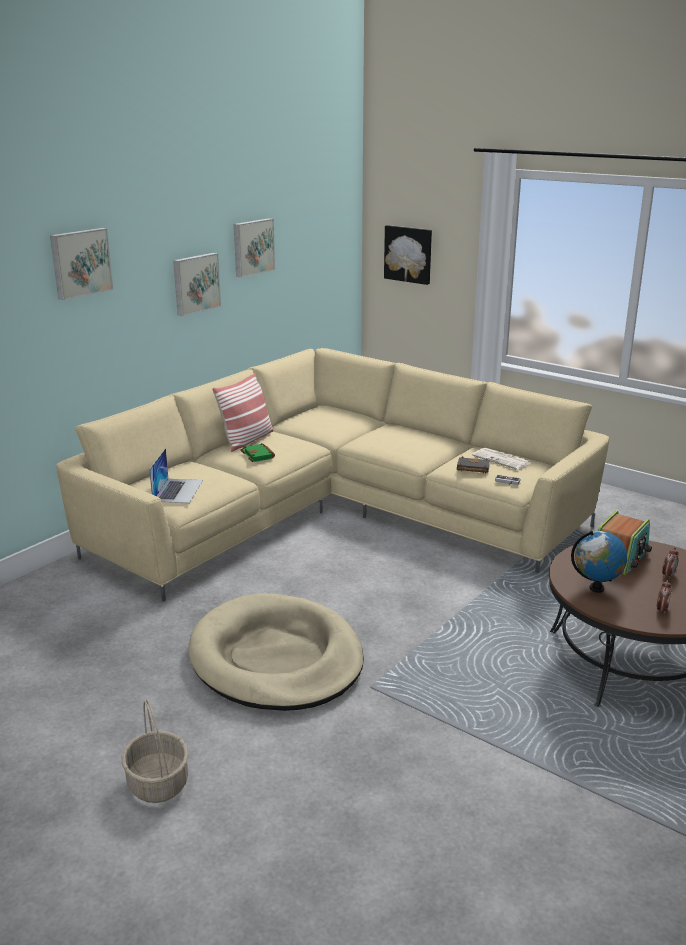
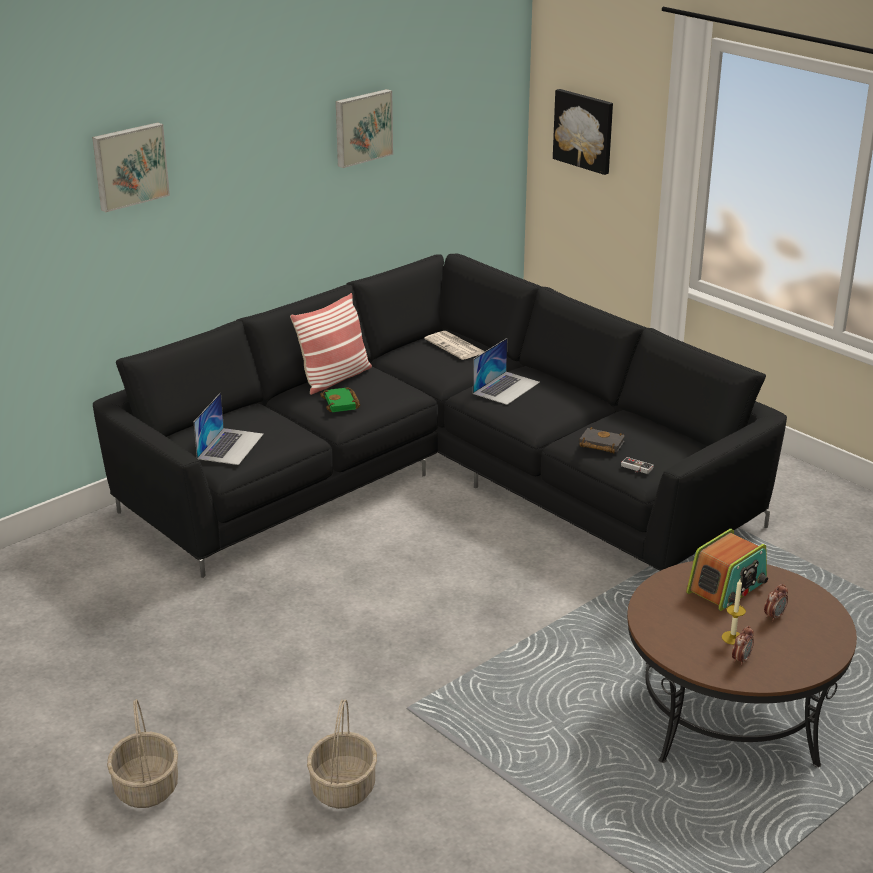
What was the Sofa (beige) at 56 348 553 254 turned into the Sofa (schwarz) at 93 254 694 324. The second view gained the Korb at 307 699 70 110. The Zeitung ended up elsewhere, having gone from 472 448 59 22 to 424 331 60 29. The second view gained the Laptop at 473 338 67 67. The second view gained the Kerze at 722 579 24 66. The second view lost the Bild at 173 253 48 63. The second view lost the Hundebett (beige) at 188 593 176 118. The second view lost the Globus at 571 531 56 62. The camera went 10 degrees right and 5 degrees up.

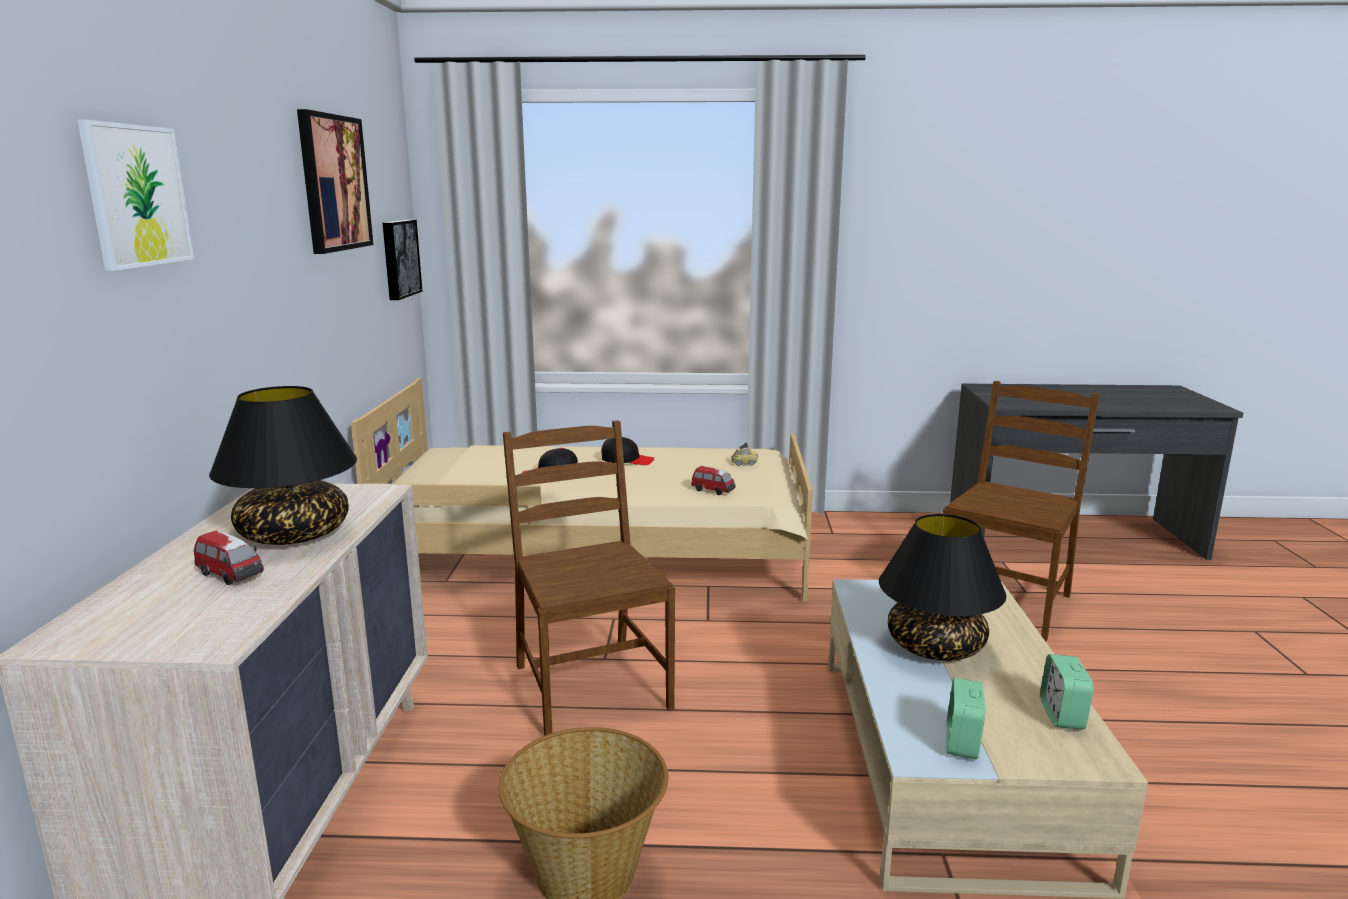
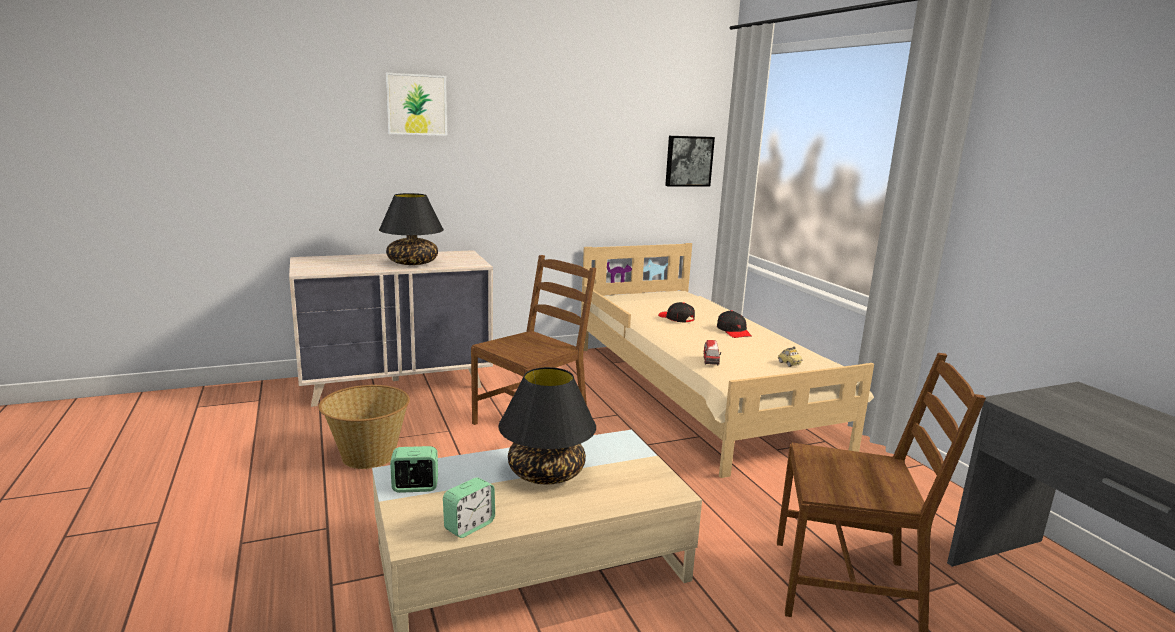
The Wecker at 1040 654 54 76 ended up facing another way, 150 degrees clockwise from before. The second view lost the Spielzeugauto at 194 530 70 55. The second view lost the Bild at 297 109 76 145. The camera went 65 degrees right and 0 degrees up.

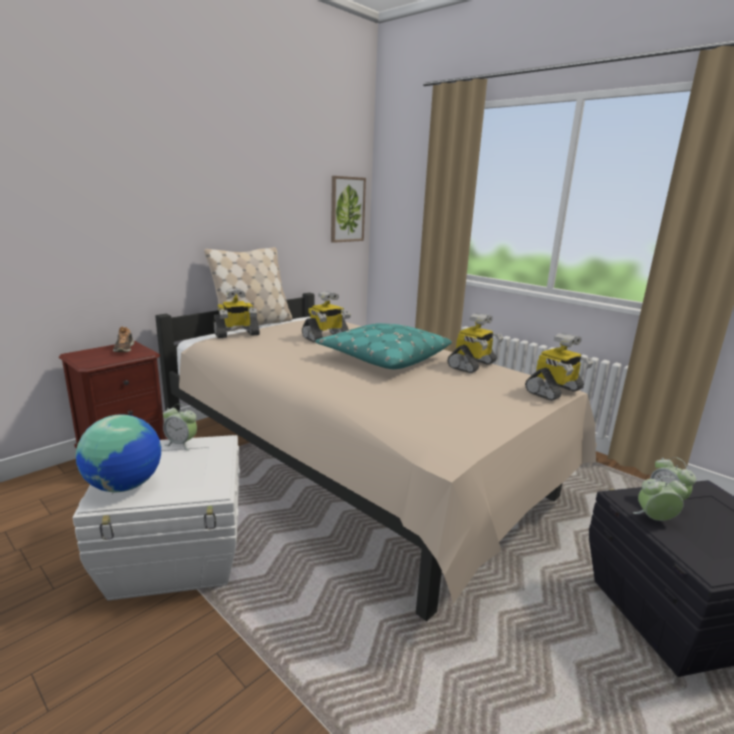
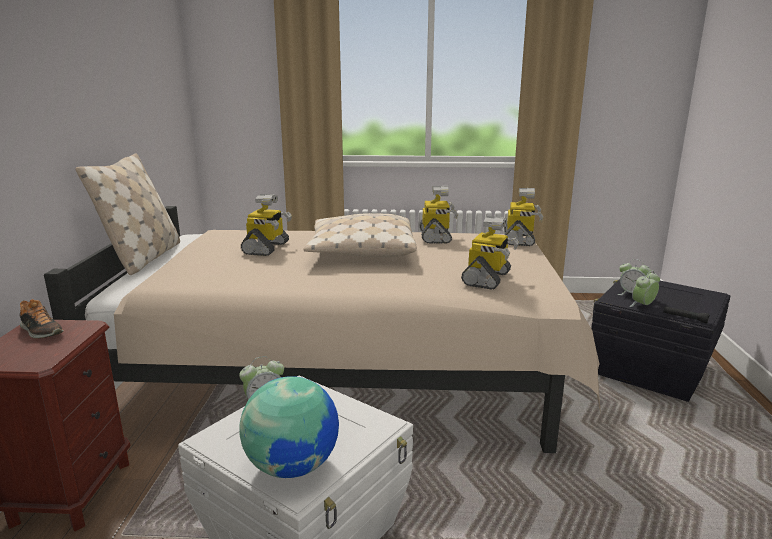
What was the Kissen (türkis) at 315 323 137 46 turned into the Kissen (beige) at 303 213 114 44. The Spielzeugroboter ended up elsewhere, having gone from 214 288 46 50 to 461 216 58 74. The second view gained the Taschenlampe (schwarz) at 663 306 47 17. The second view lost the Bild at 331 176 35 67. The camera went 40 degrees left and 0 degrees up.

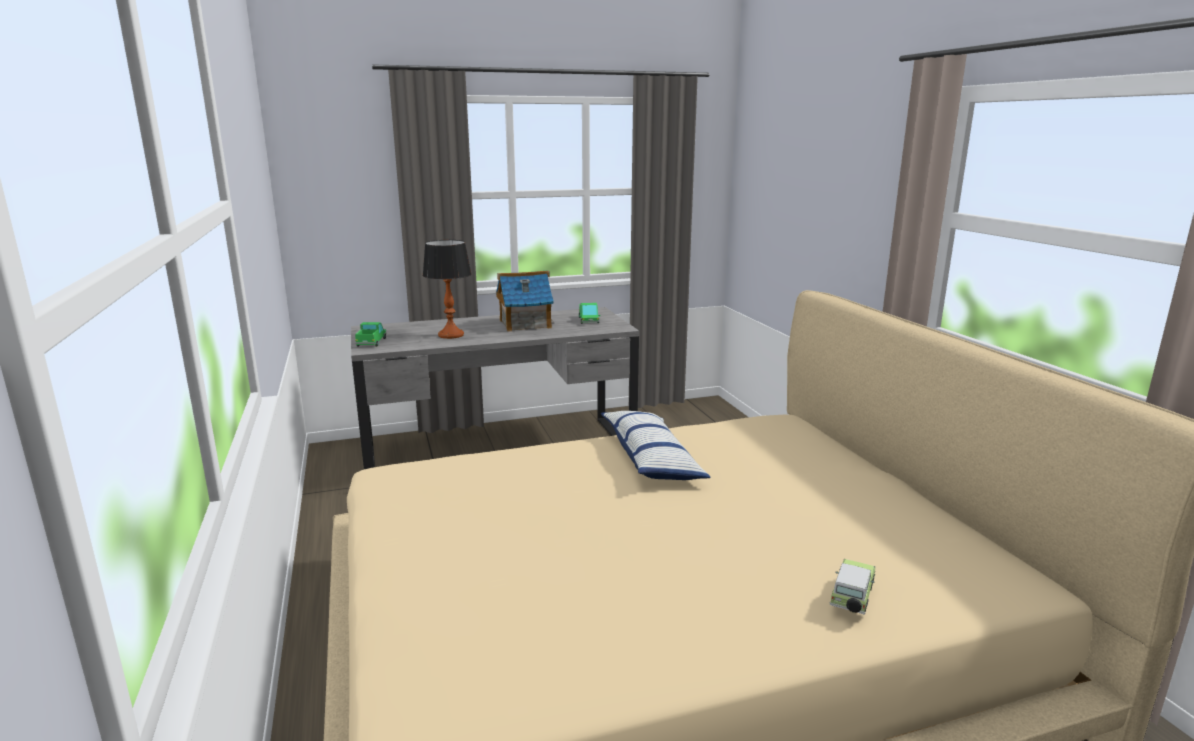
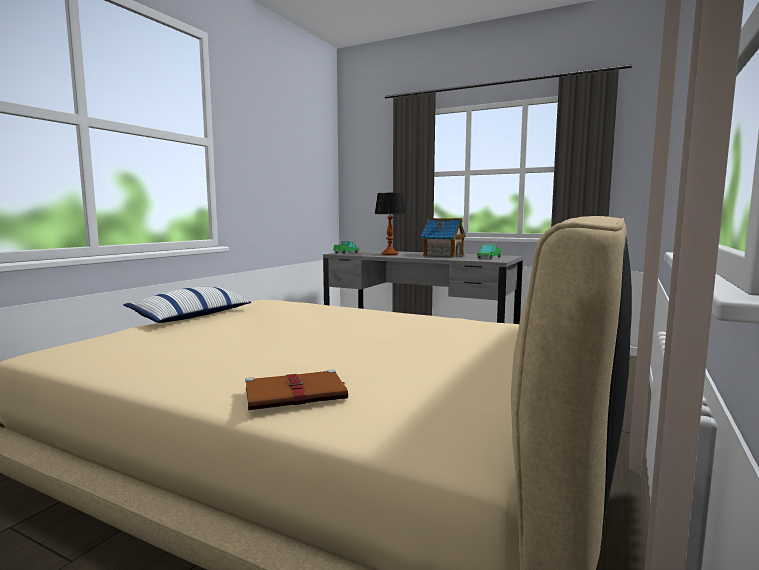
The Kissen ended up elsewhere, having gone from 601 411 110 69 to 123 287 128 36. Where the Spielzeugauto stood at 829 559 46 56, the Buch (braun) came to stand at 245 369 103 41. The camera went 45 degrees right and 10 degrees down.

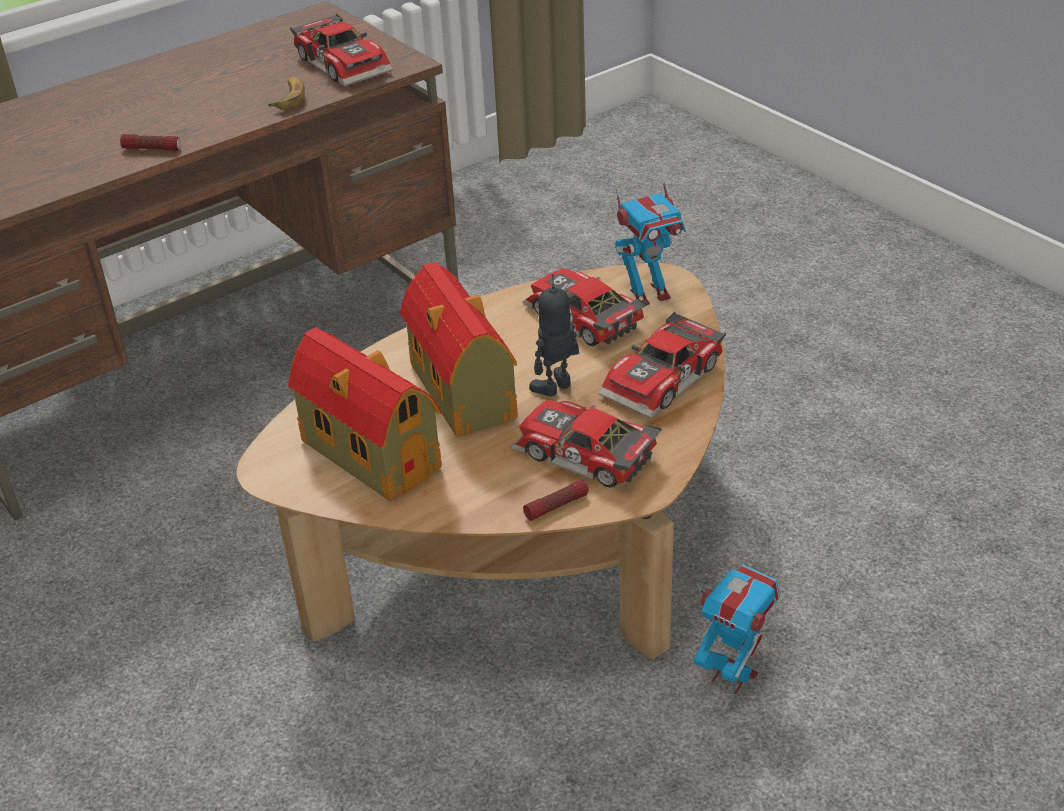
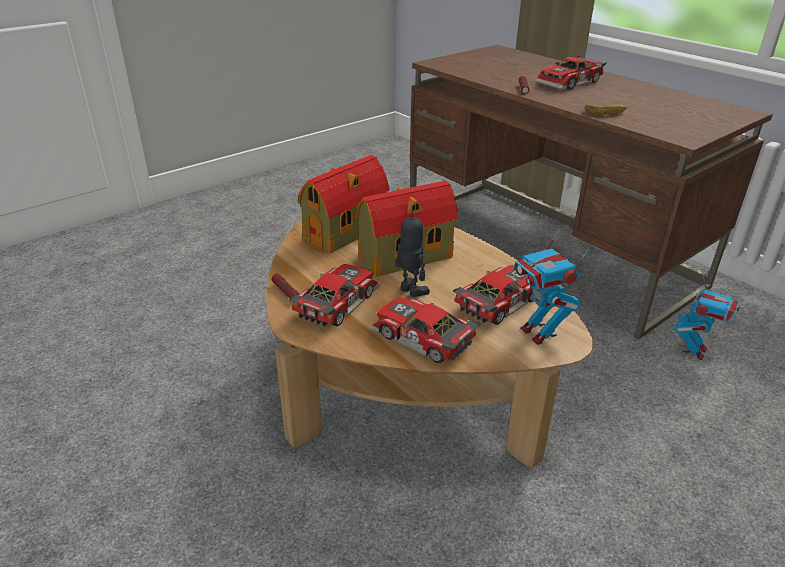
The Spielzeugauto ended up elsewhere, having gone from 290 13 103 73 to 535 56 72 34. The Spielzeugroboter ended up elsewhere, having gone from 694 564 86 130 to 674 274 66 86. The camera went 85 degrees right and 5 degrees down.

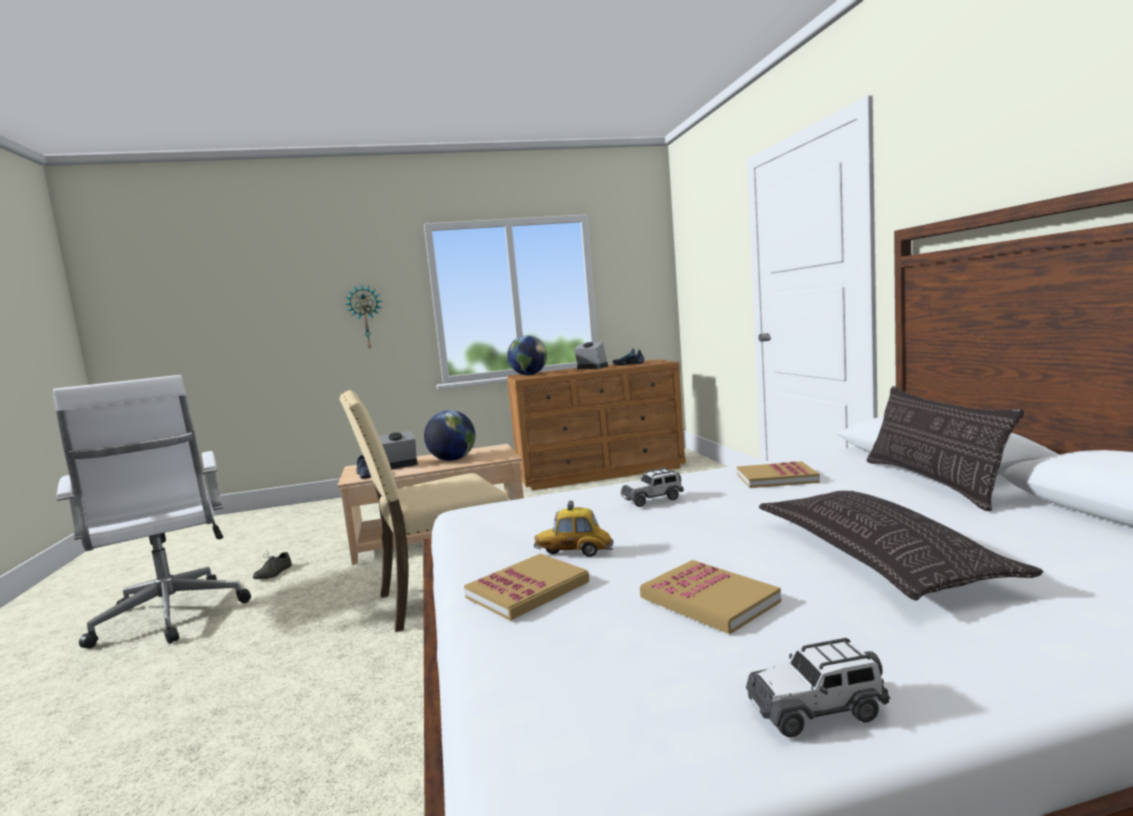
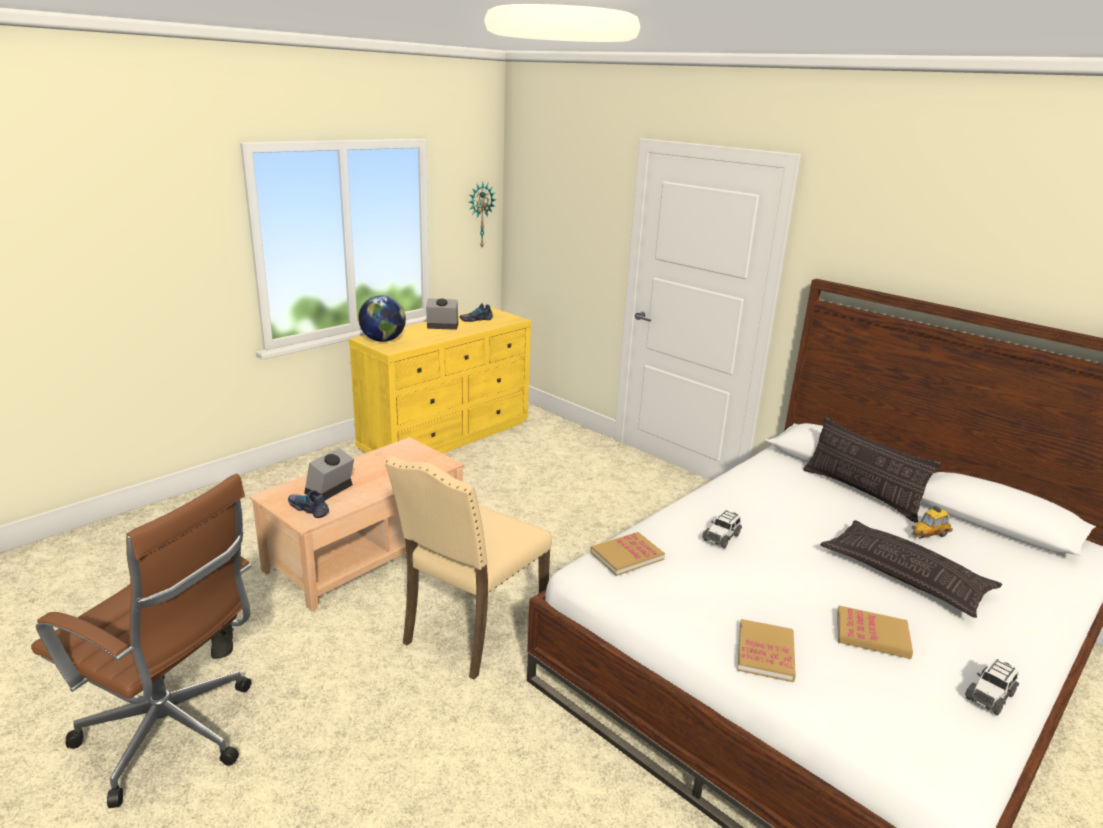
What was the Bürostuhl (weiß) at 52 375 199 273 turned into the Bürostuhl (braun) at 31 474 221 334. What was the Kommode (braun) at 507 359 179 131 turned into the Kommode (gelb) at 349 307 182 146. The Wanduhr ended up elsewhere, having gone from 345 284 37 64 to 469 182 27 65. The Buch ended up elsewhere, having gone from 737 461 83 27 to 590 532 75 44. The Spielzeugauto ended up elsewhere, having gone from 534 501 79 56 to 912 505 41 33. The second view lost the Globus at 424 410 51 51. The camera went 35 degrees left and 15 degrees up.

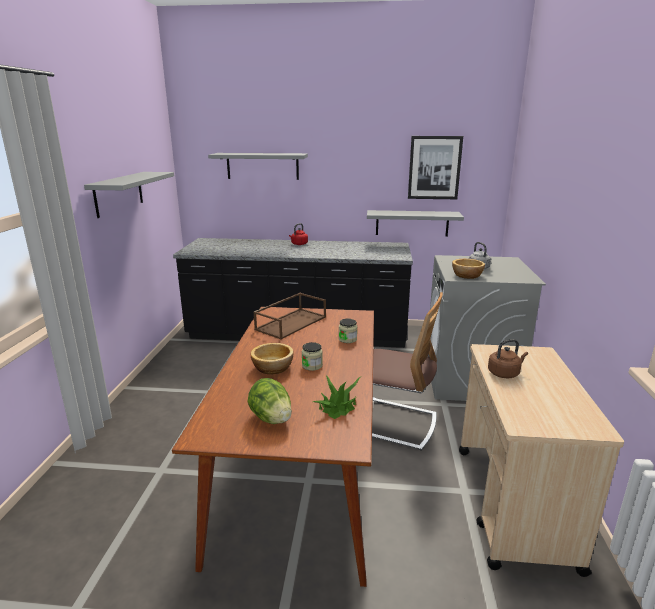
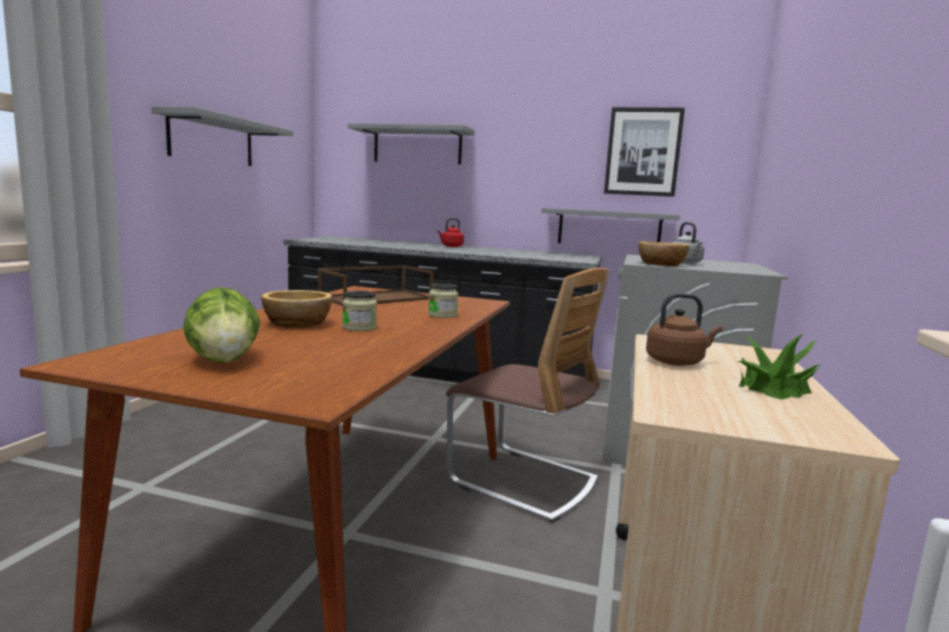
The Topfpflanze ended up elsewhere, having gone from 313 375 49 44 to 737 334 83 65. The camera went 10 degrees right and 10 degrees down.

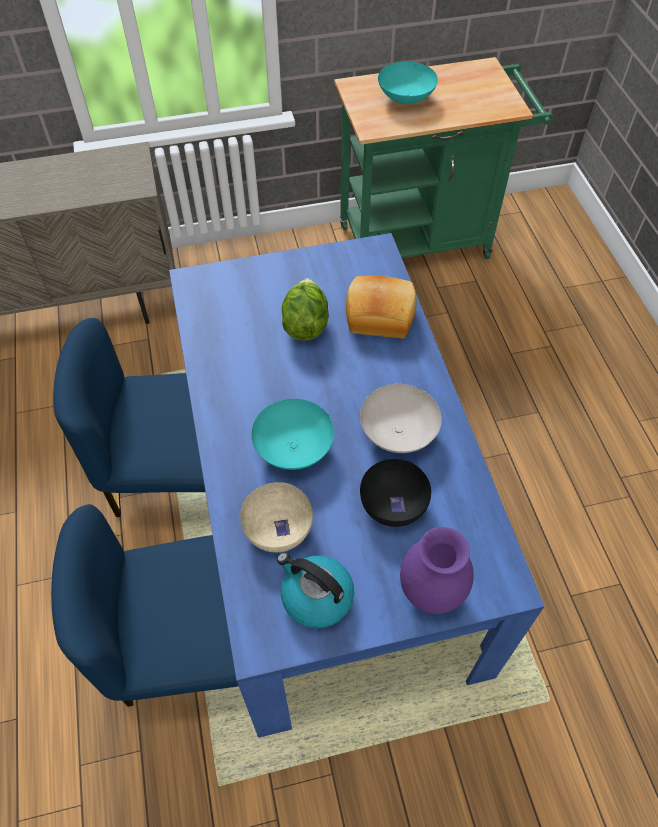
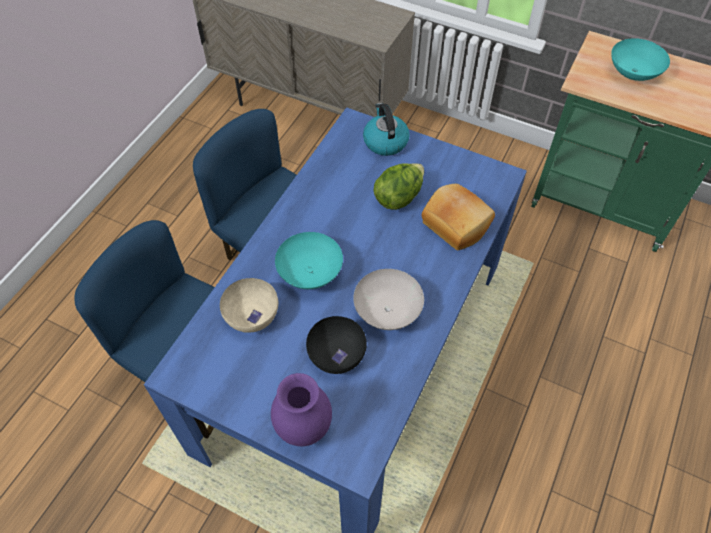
The Wasserkessel ended up elsewhere, having gone from 277 552 77 76 to 363 103 47 53. The camera went 40 degrees right and 0 degrees up.

